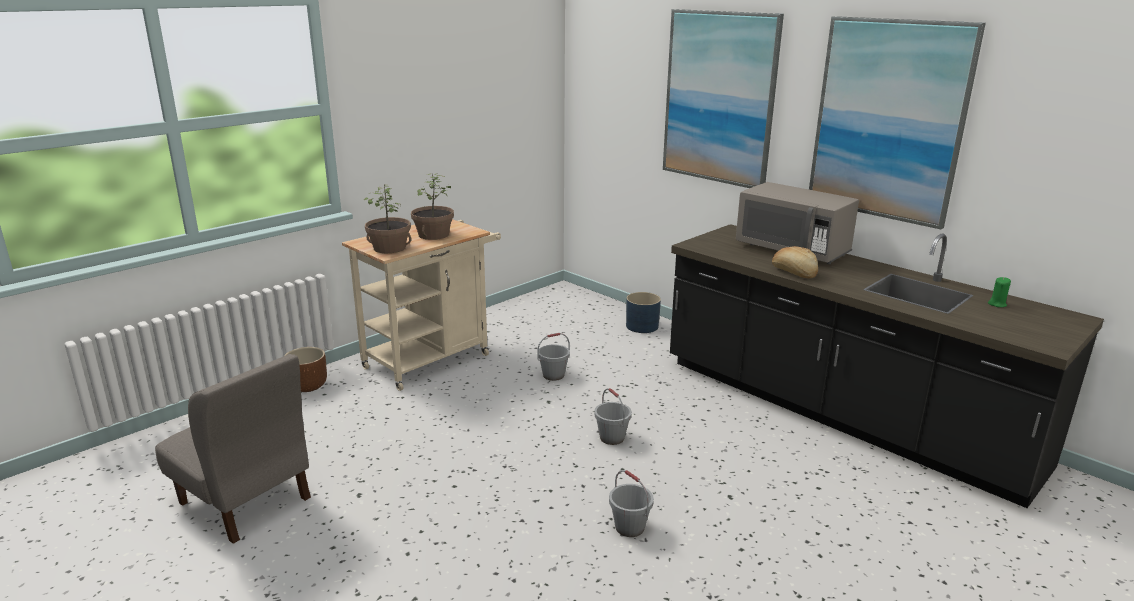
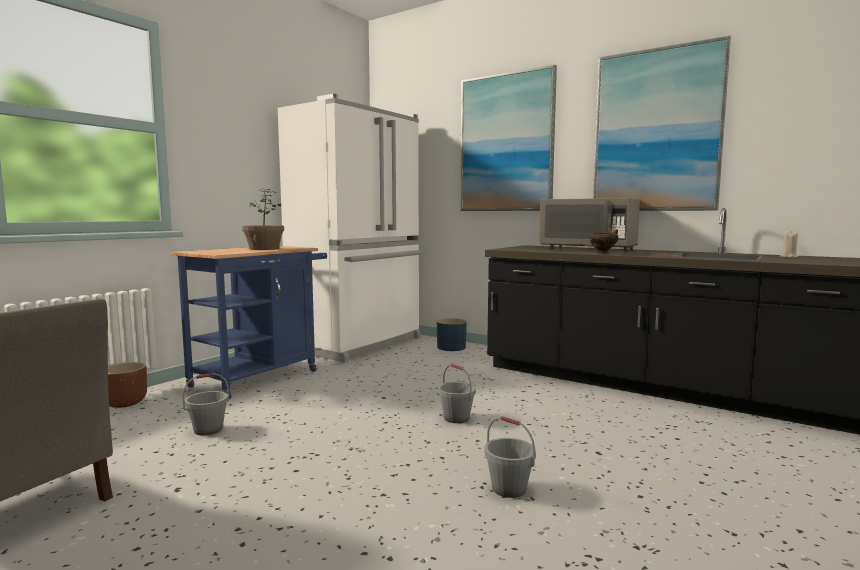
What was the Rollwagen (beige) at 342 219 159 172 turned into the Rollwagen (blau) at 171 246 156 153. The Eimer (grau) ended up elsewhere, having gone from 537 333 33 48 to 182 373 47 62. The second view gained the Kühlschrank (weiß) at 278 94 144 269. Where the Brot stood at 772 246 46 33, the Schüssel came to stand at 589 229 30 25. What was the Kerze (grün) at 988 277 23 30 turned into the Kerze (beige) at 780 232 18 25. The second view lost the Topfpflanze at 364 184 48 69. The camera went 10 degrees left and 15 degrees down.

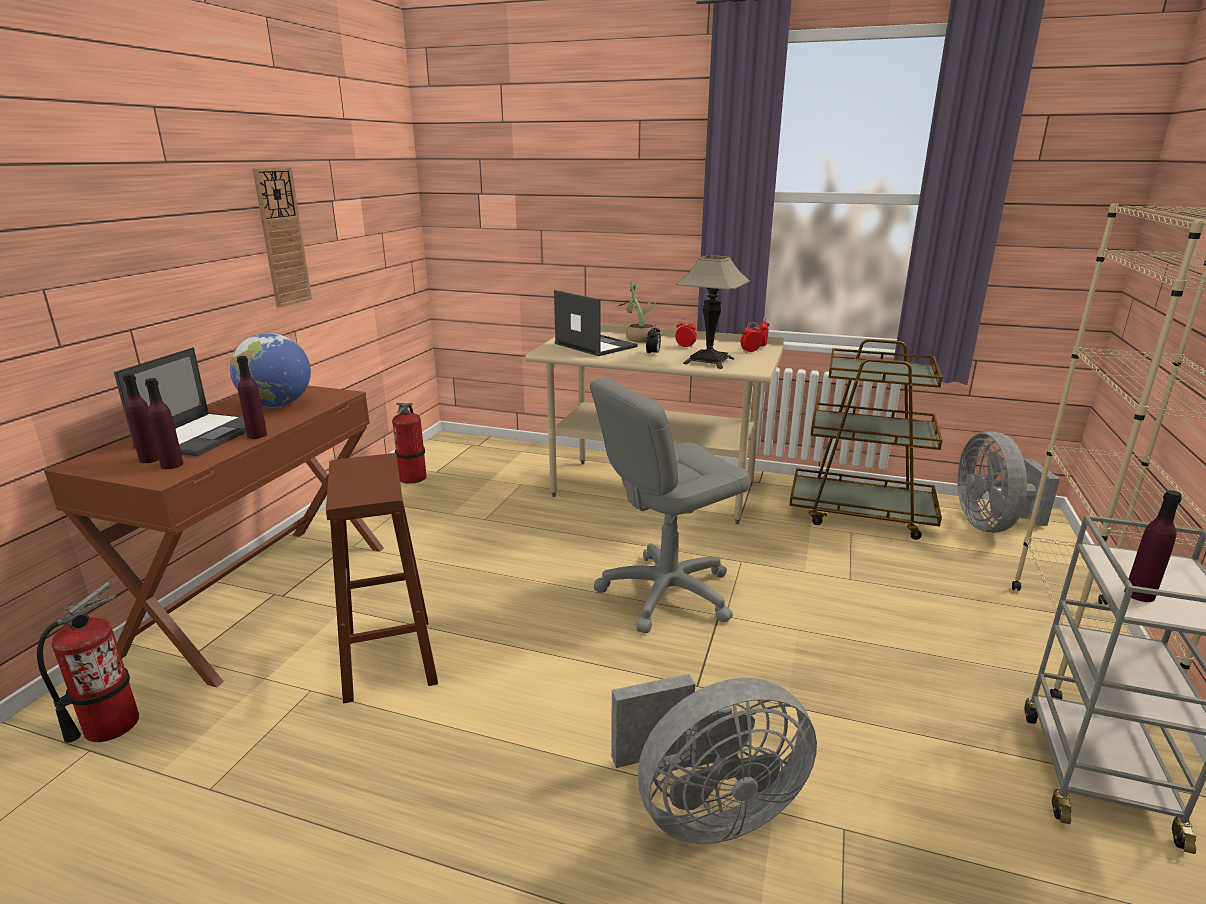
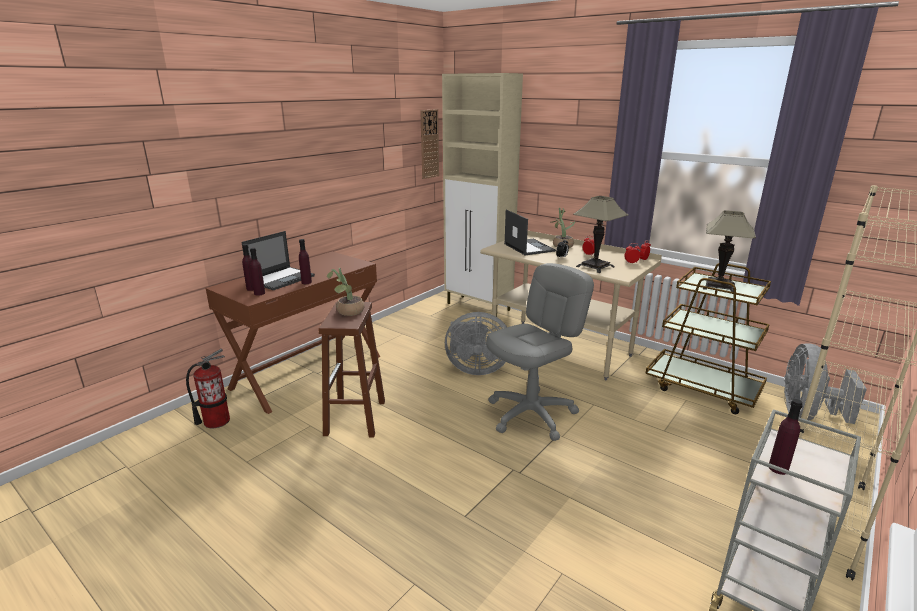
The second view gained the Topfpflanze at 327 268 38 48. The Wanduhr ended up elsewhere, having gone from 252 167 60 141 to 420 109 19 70. The second view gained the Schrank (beige) at 442 73 81 238. The Ventilator (grau) ended up elsewhere, having gone from 611 674 206 170 to 445 312 62 63. The Bürostuhl (grau) at 590 378 161 255 ended up facing another way, 150 degrees clockwise from before. The second view gained the Tischlampe at 703 210 53 82. The second view lost the Globus at 230 333 81 74. The second view lost the Feuerlöscher at 392 403 35 81. The camera went 20 degrees right and 0 degrees up.

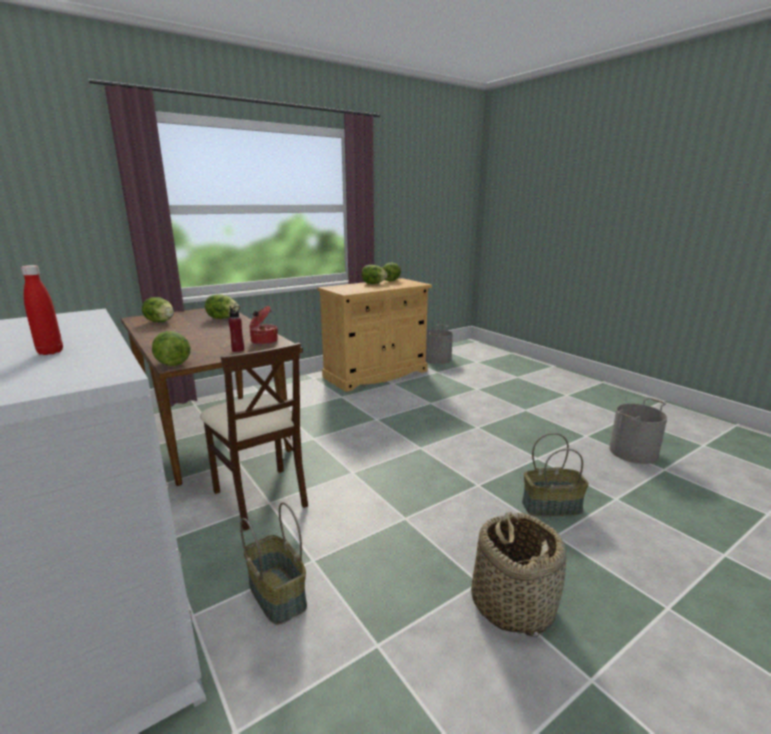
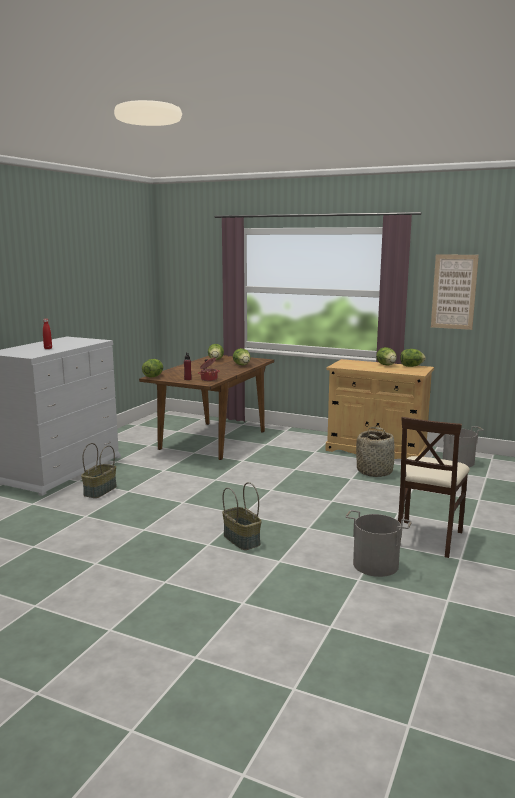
The Korb ended up elsewhere, having gone from 471 512 95 125 to 356 427 39 50. The Stuhl (beige) ended up elsewhere, having gone from 200 343 108 188 to 398 417 72 141. The second view gained the Bild at 431 254 48 76. The camera went 60 degrees right and 5 degrees down.

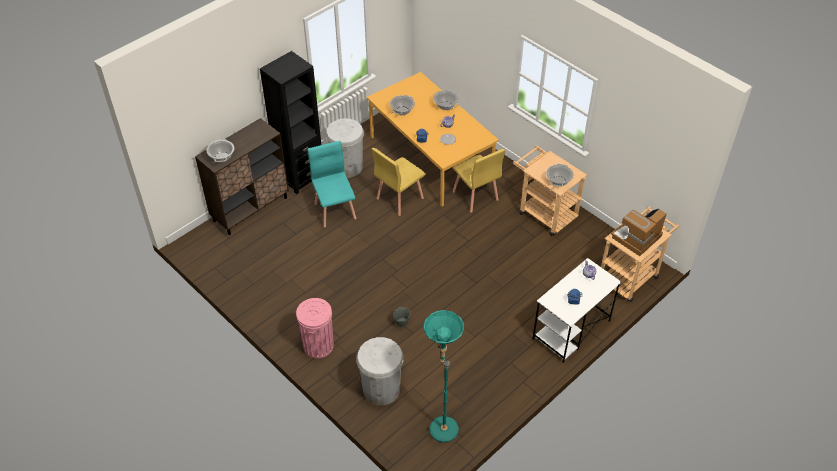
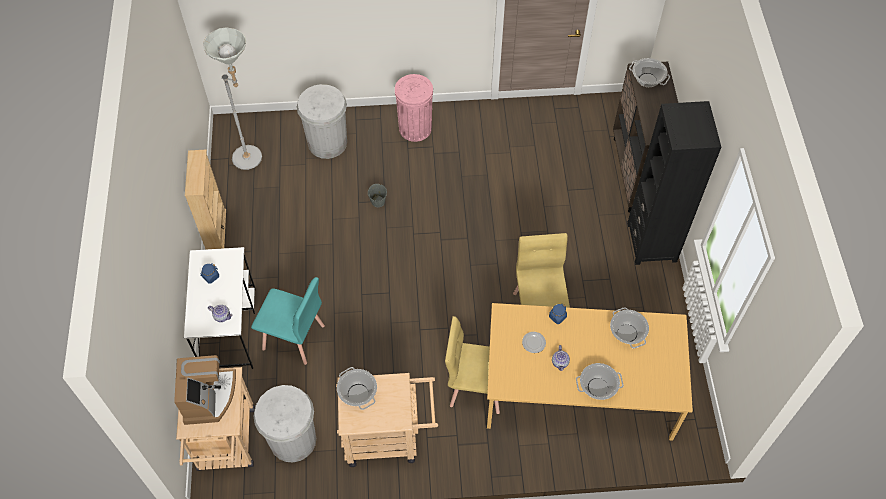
The second view gained the Bücherregal (beige) at 185 149 41 100. What was the Stehlampe (türkis) at 424 310 40 132 turned into the Stehlampe (grau) at 203 27 59 143. The Stuhl (türkis) ended up elsewhere, having gone from 308 141 48 86 to 251 277 74 88. The Mülleimer (weiß) ended up elsewhere, having gone from 326 118 38 60 to 253 385 63 77. The camera went 130 degrees right and 10 degrees up.

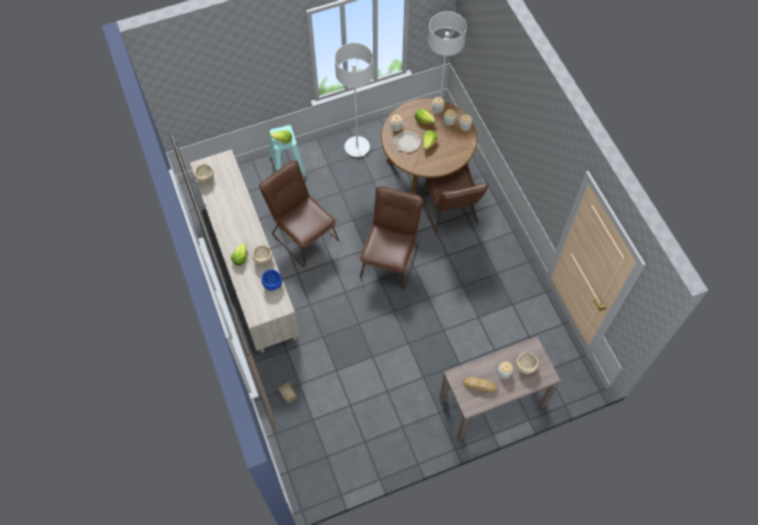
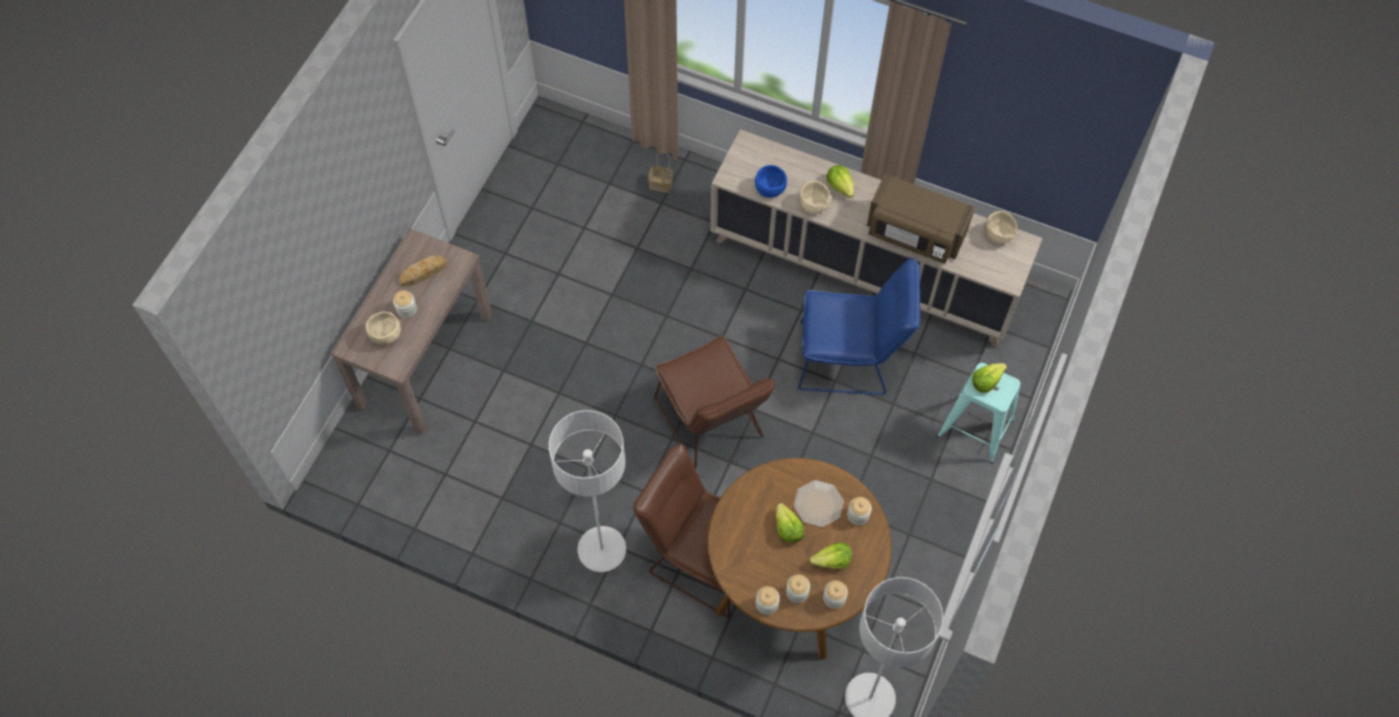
The Stehlampe (grau) ended up elsewhere, having gone from 335 43 38 114 to 549 410 77 162. What was the Stuhl (braun) at 259 160 80 107 turned into the Stuhl (blau) at 798 257 122 138. The second view gained the Mikrowelle (braun) at 867 174 108 90. The camera went 135 degrees right and 0 degrees up.

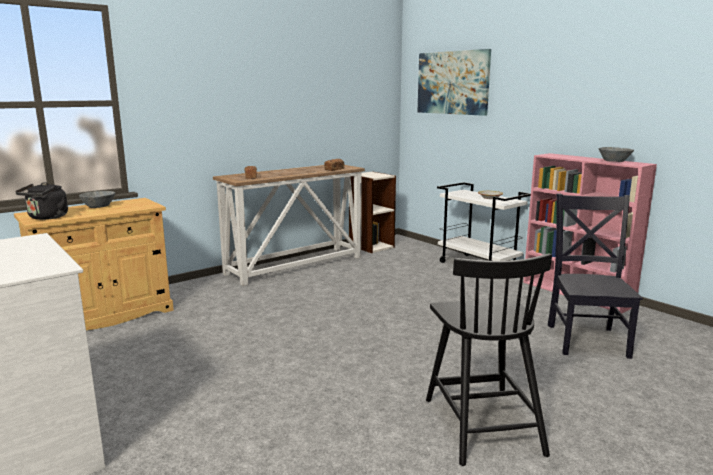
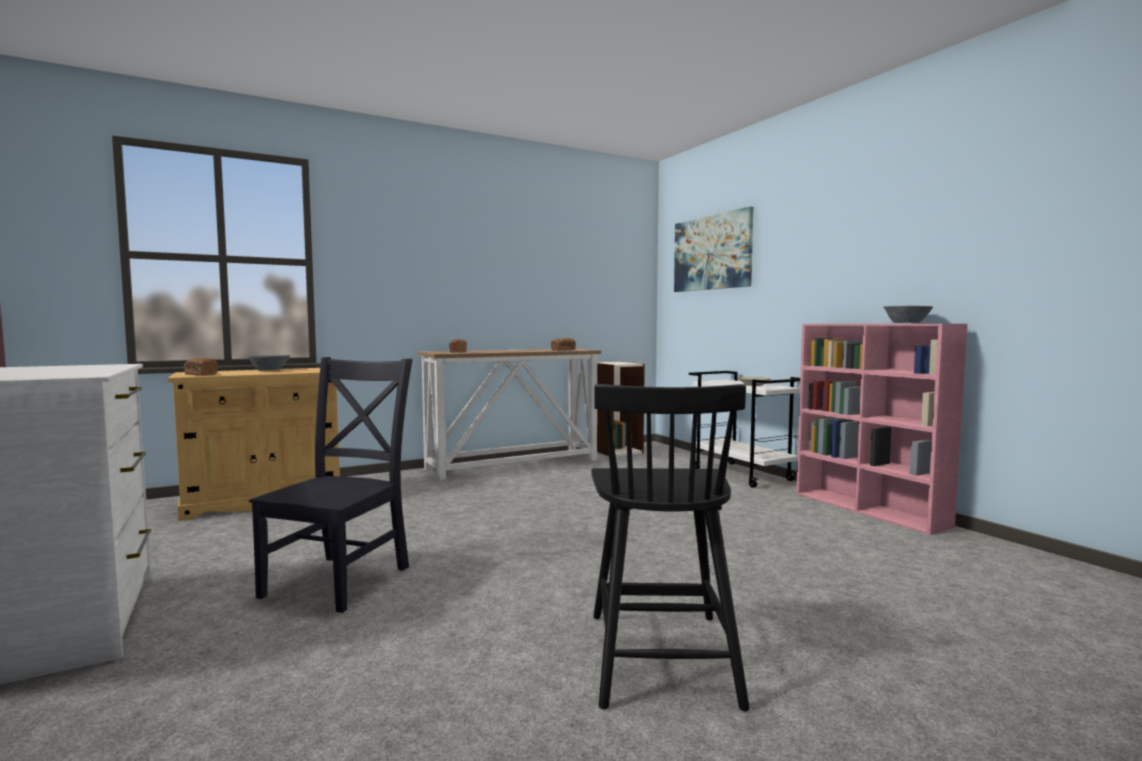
Where the Wasserkessel (schwarz) stood at 15 182 53 38, the Brot came to stand at 184 358 34 17. The Stuhl (schwarz) ended up elsewhere, having gone from 548 193 95 166 to 249 357 164 256. The camera went 10 degrees right and 10 degrees down.

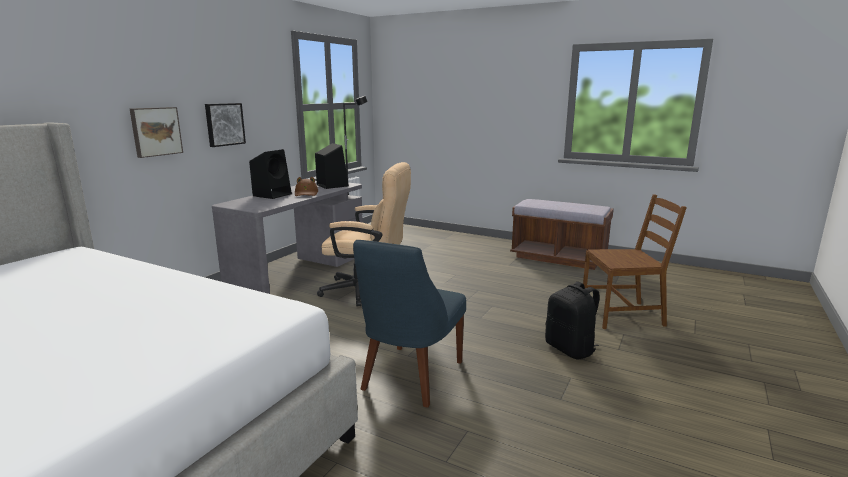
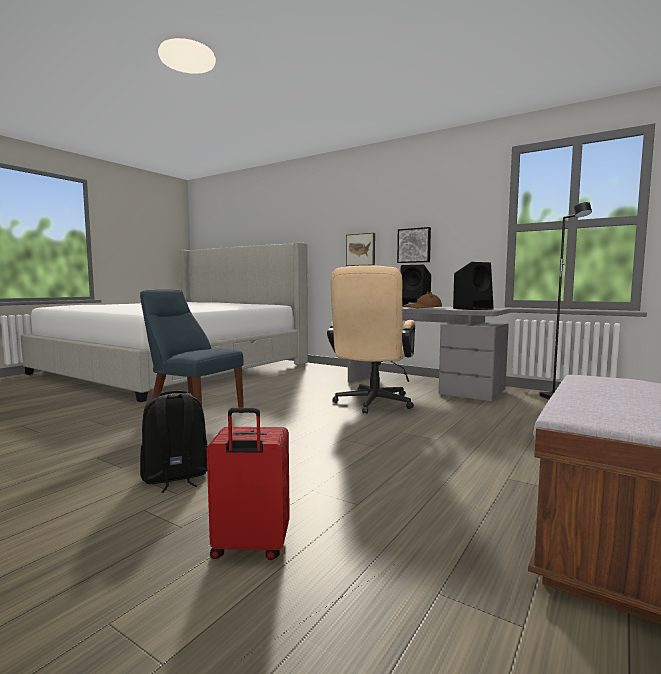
Where the Stuhl (braun) stood at 583 195 104 134, the Koffer (rot) came to stand at 207 408 83 152. The camera went 95 degrees right and 10 degrees down.

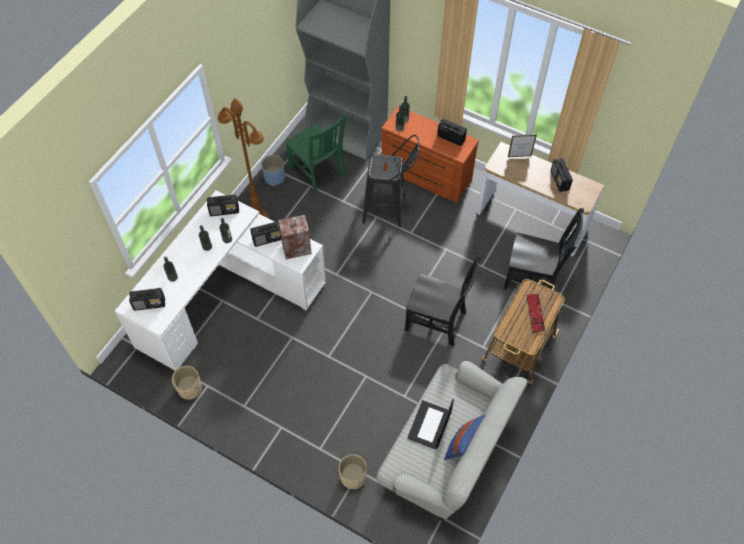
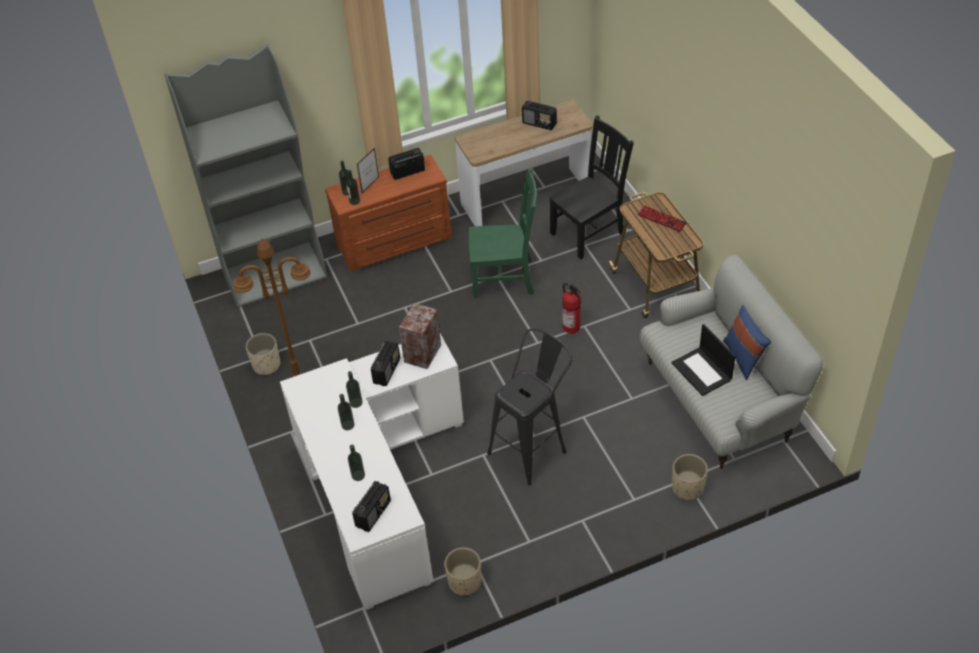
What was the Pflanzkübel (blau) at 261 155 24 31 turned into the Pflanzkübel (beige) at 246 333 34 42. The Bilderrahmen ended up elsewhere, having gone from 508 135 29 22 to 357 147 22 46. The Stuhl (grün) ended up elsewhere, having gone from 285 114 62 81 to 469 168 68 130. The Hocker (schwarz) ended up elsewhere, having gone from 362 135 57 92 to 487 329 85 156. Where the Stuhl (schwarz) stood at 405 255 76 91, the Feuerlöscher came to stand at 562 283 19 50. The second view lost the Radio at 207 194 32 22. The camera went 50 degrees left and 10 degrees down.

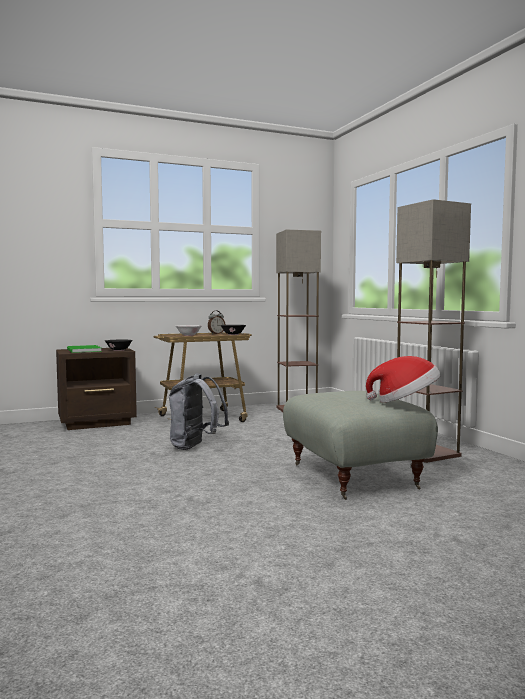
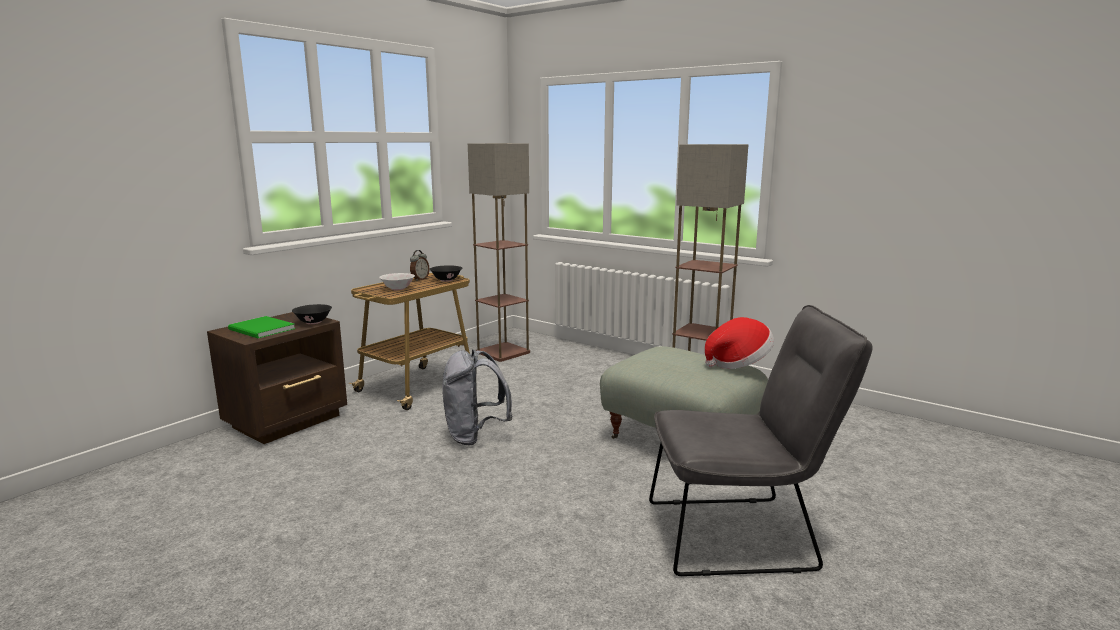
The second view gained the Stuhl (grau) at 649 305 224 271. The camera went 30 degrees left and 10 degrees up.

